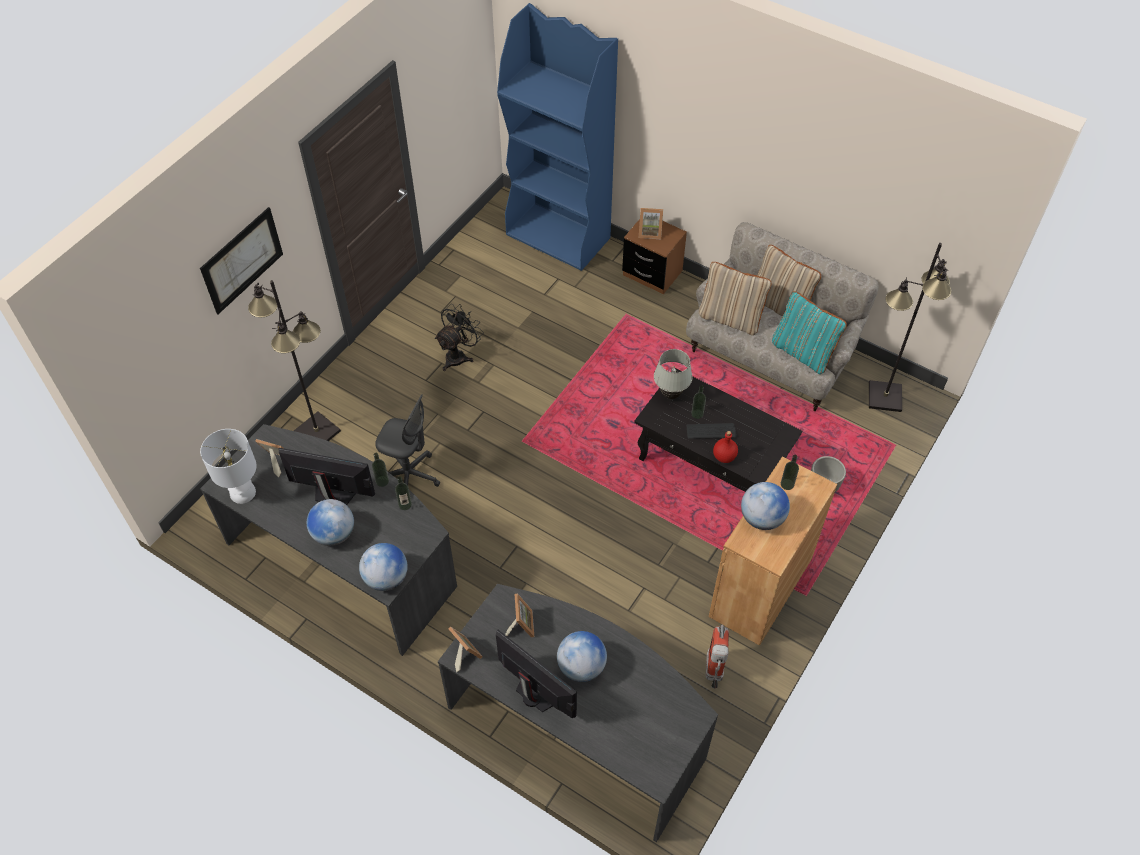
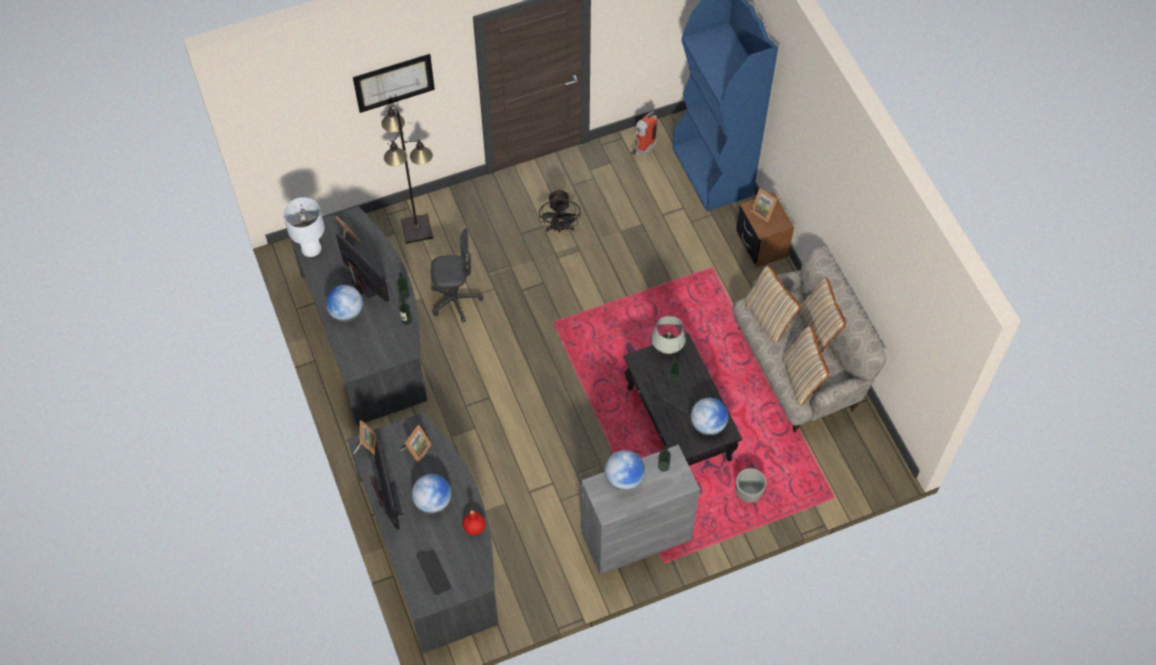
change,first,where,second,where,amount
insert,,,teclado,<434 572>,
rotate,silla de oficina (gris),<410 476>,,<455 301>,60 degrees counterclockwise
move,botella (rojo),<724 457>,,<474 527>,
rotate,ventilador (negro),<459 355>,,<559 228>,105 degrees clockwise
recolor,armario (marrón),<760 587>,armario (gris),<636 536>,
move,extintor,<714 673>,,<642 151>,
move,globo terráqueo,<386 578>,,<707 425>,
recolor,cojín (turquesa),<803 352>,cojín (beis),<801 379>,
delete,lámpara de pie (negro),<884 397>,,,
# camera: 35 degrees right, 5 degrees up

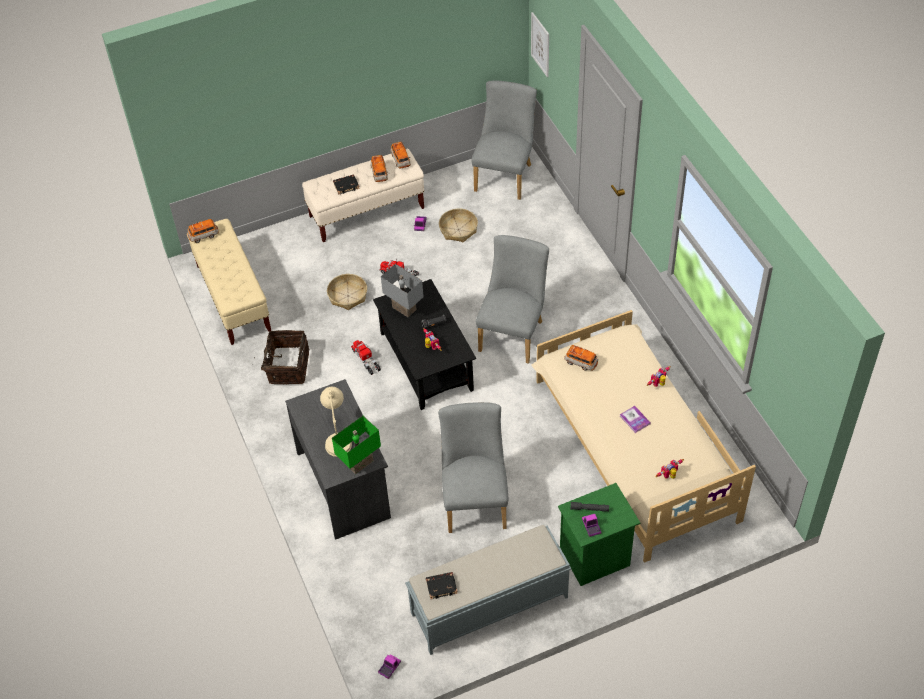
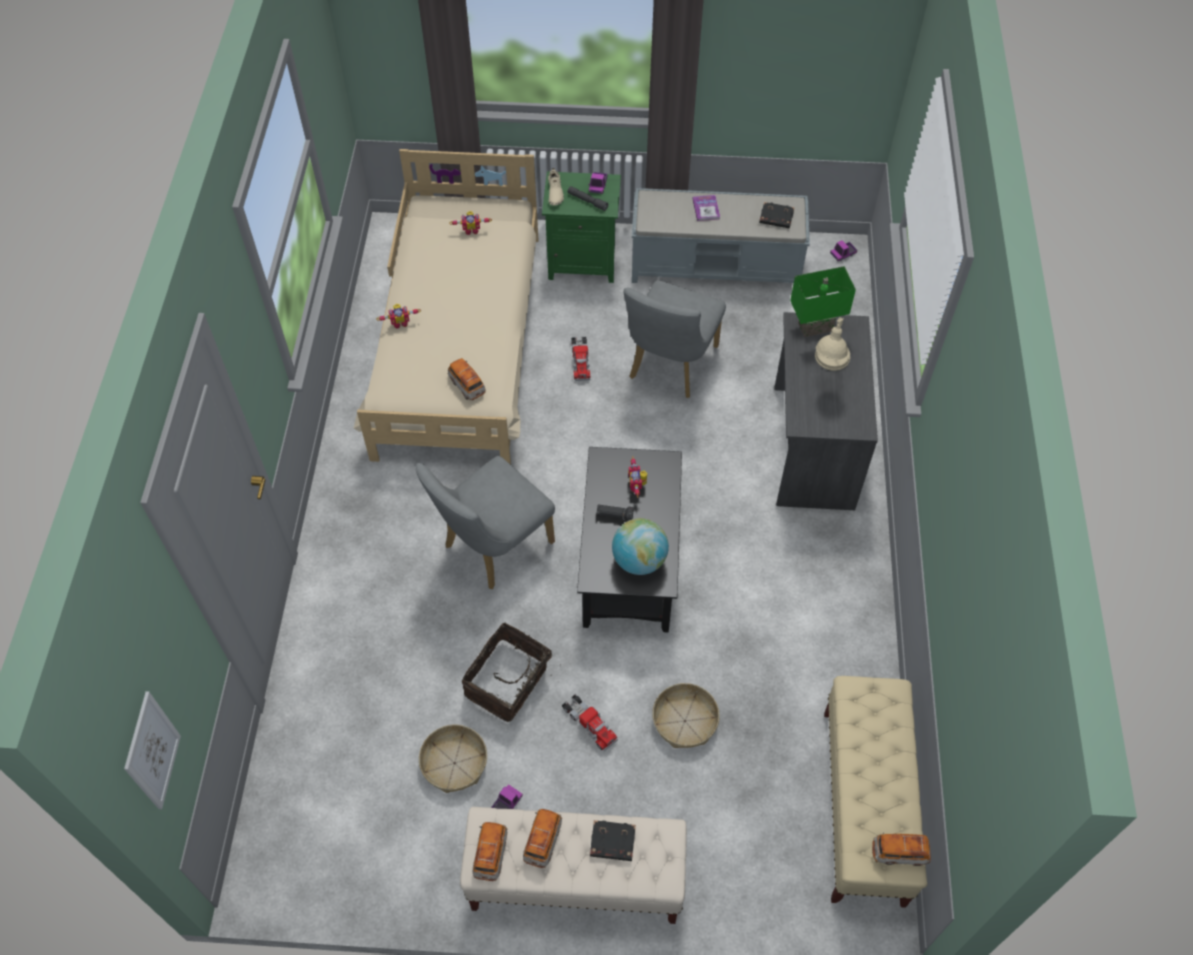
change,first,where,second,where,amount
move,cesta,<287 366>,,<508 683>,
insert,,,zapato (beis),<554 193>,
move,camión de juguete,<366 359>,,<580 361>,
replace,lámpara de mesa (gris),<405 308>,globo terráqueo,<639 560>,
move,libro,<634 420>,,<706 209>,
delete,silla (gris),<505 175>,,,
# camera: 155 degrees left, 5 degrees up

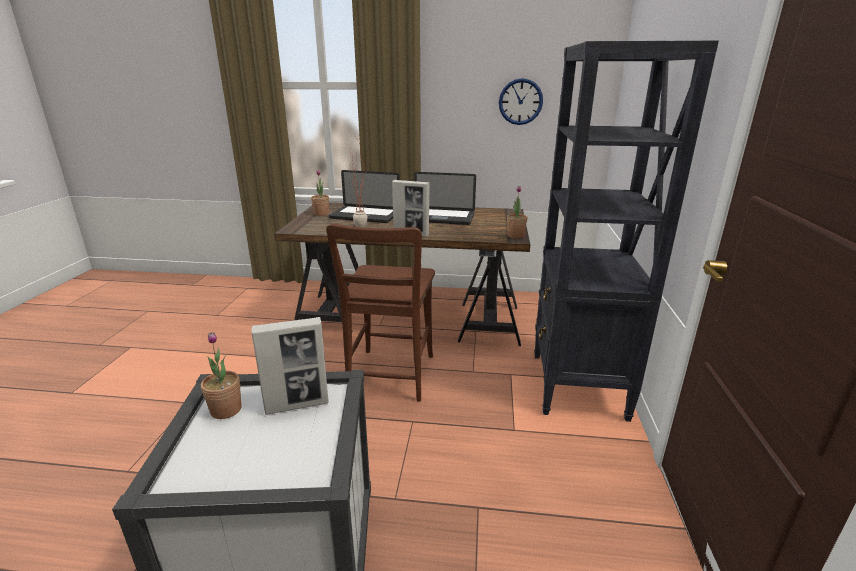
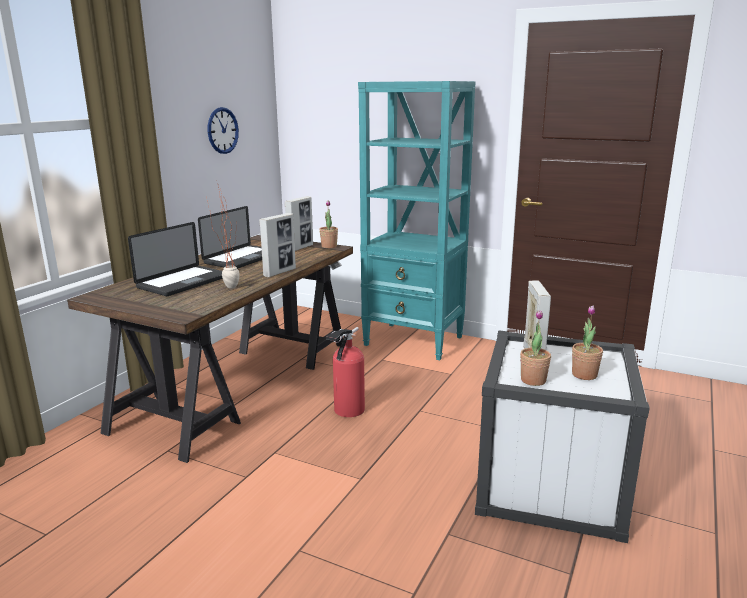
change,first,where,second,where,amount
insert,,,portarretratos,<300 248>,
replace,silla (marrón),<390 378>,extintor,<347 411>,
recolor,estantería (negro),<577 386>,estantería (turquesa),<414 341>,
move,planta en maceta,<321 214>,,<584 375>,
# camera: 70 degrees left, 5 degrees down

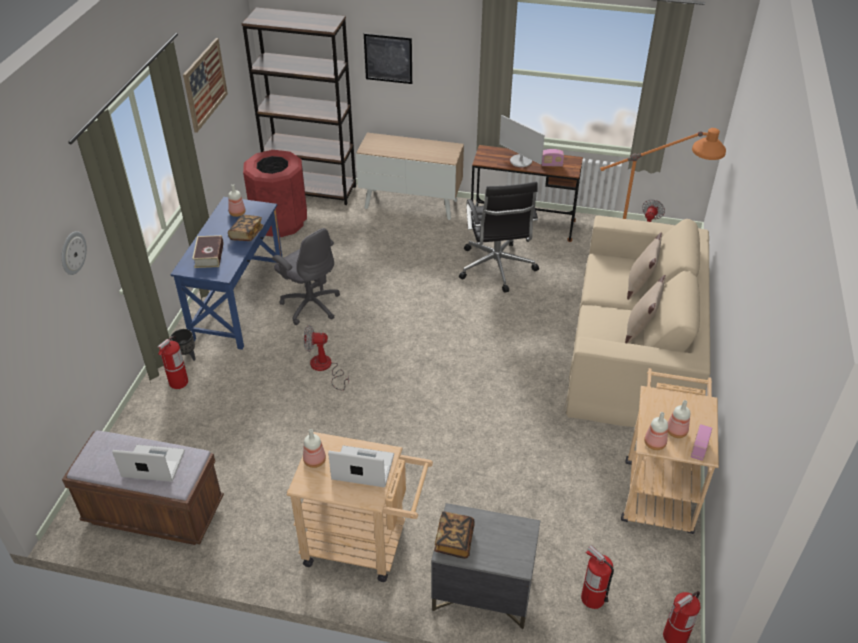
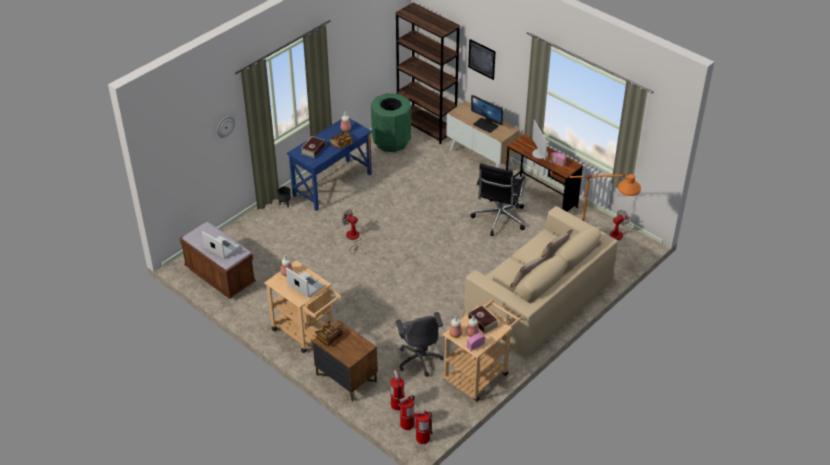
change,first,where,second,where,amount
recolor,mesita de noche (gris),<482 592>,mesita de noche (marrón),<346 378>,
recolor,papelera (rojo),<280 222>,papelera (verde),<391 142>,
move,silla de oficina (gris),<310 305>,,<419 359>,
move,extintor,<178 382>,,<407 424>,
insert,,,libro,<483 322>,
insert,,,monitor,<486 125>,
delete,cuadro,<205 84>,,,
# camera: 30 degrees right, 0 degrees up

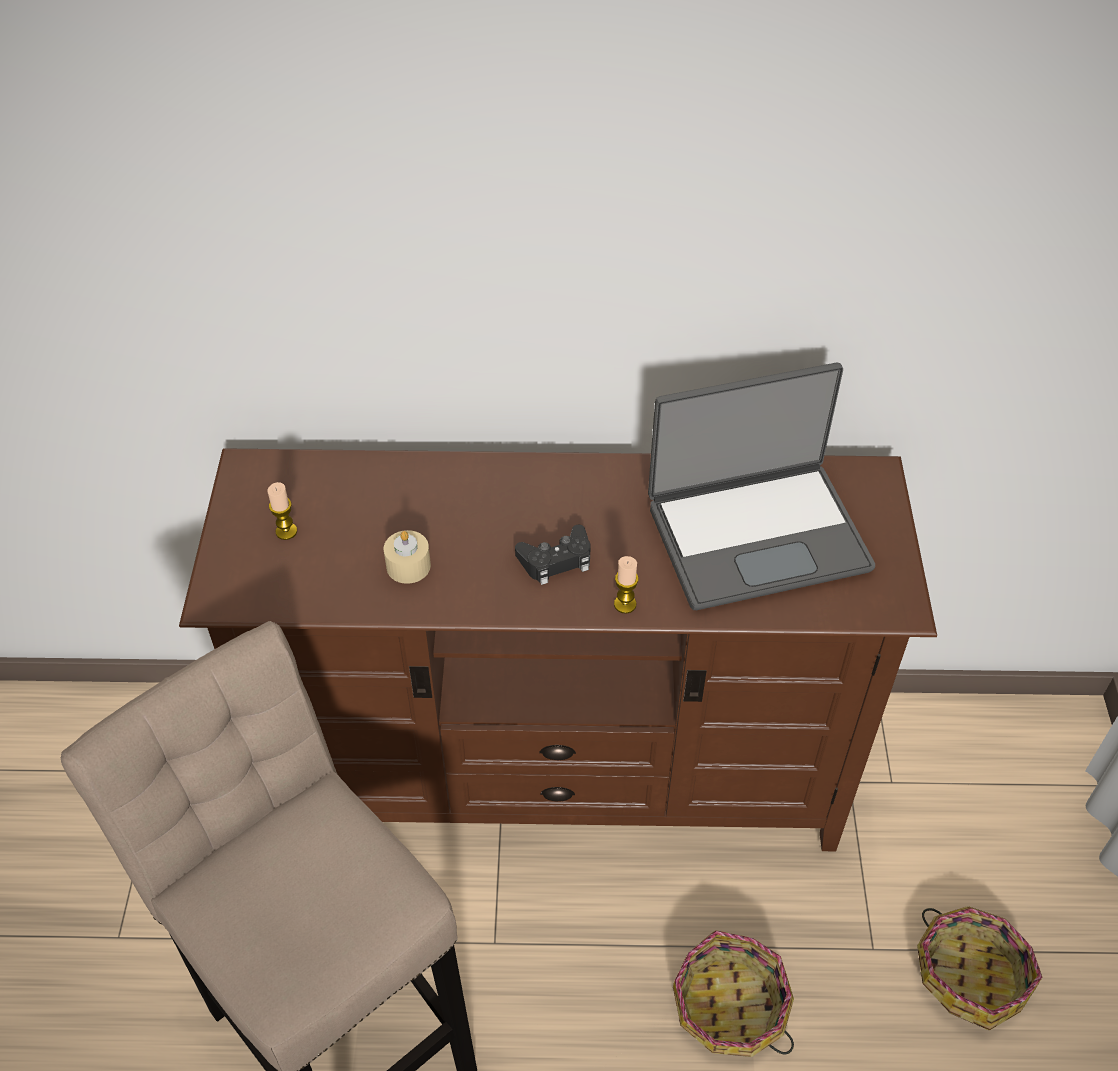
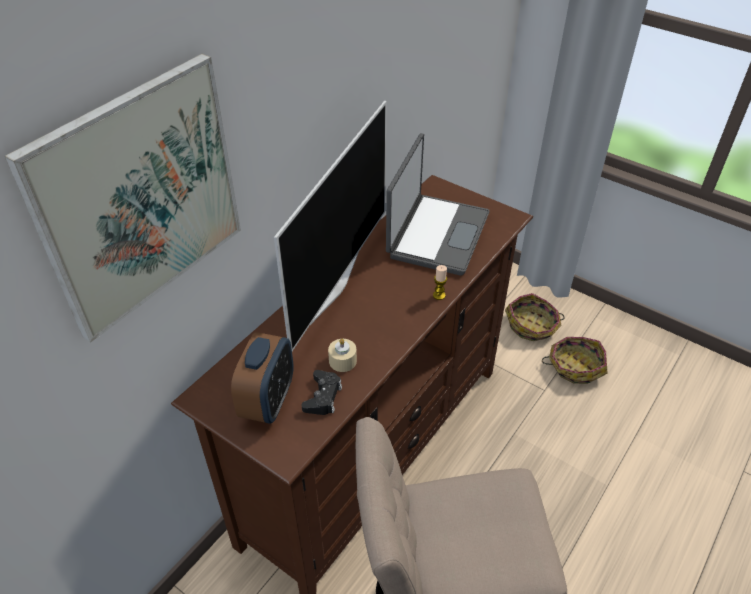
change,first,where,second,where,amount
insert,,,cuadro,<141 198>,
replace,vela,<286 531>,despertador,<268 401>,
insert,,,televisor,<333 286>,
move,mando de consola (negro),<556 560>,,<323 397>,
move,cesta,<730 1006>,,<532 325>,
# camera: 55 degrees left, 5 degrees down

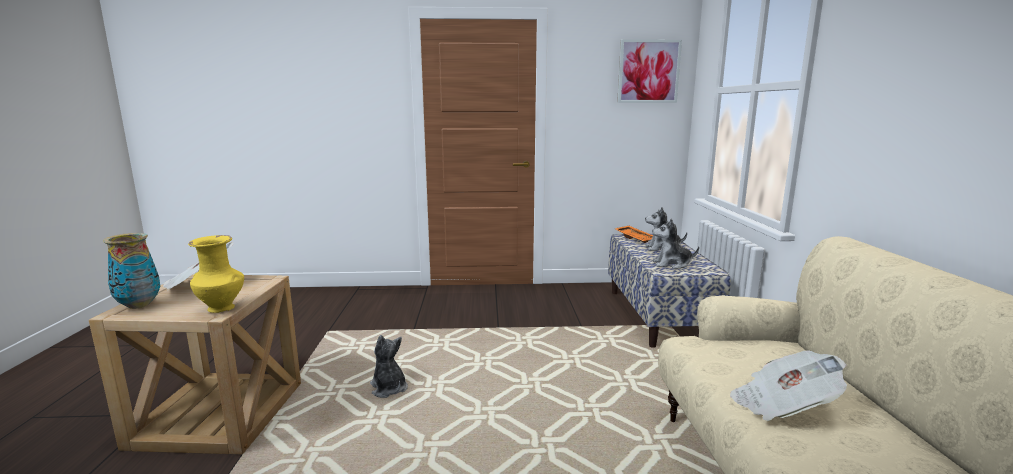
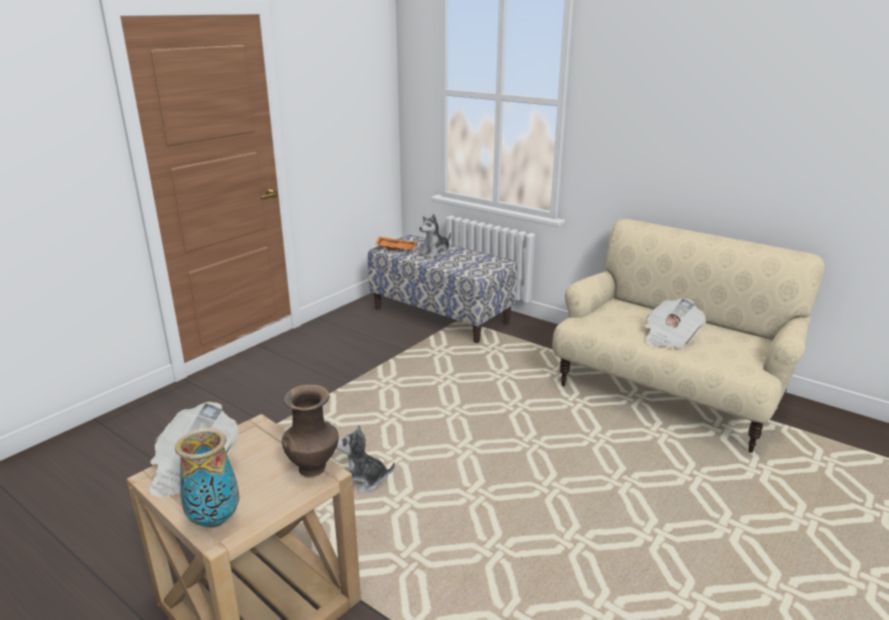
change,first,where,second,where,amount
recolor,florero (amarillo),<222 308>,florero (marrón),<313 467>,
delete,cuadro,<648 71>,,,
delete,peluche,<671 264>,,,
# camera: 50 degrees left, 10 degrees up

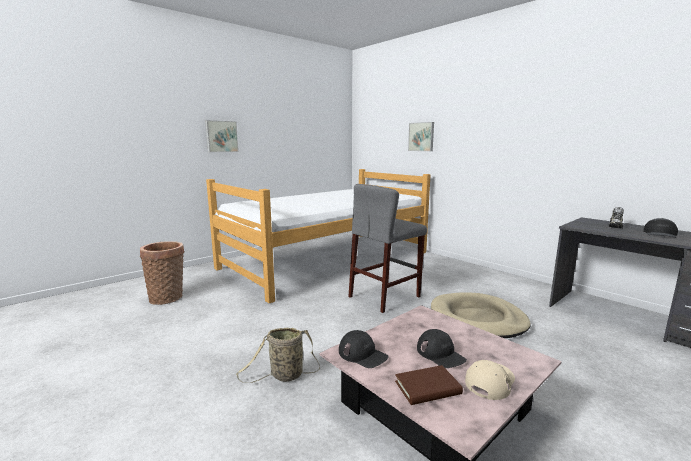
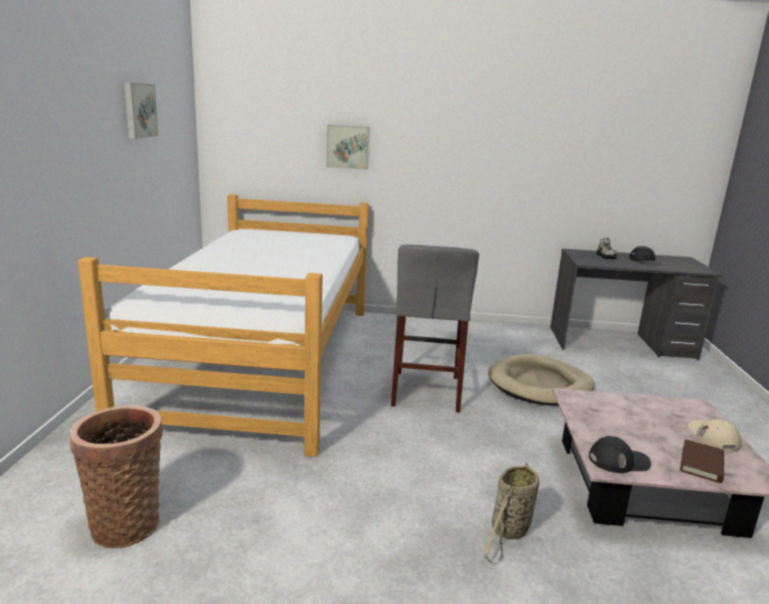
change,first,where,second,where,amount
move,cuadro,<221 136>,,<139 110>,
delete,gorra (negro),<440 354>,,,
# camera: 45 degrees left, 5 degrees up

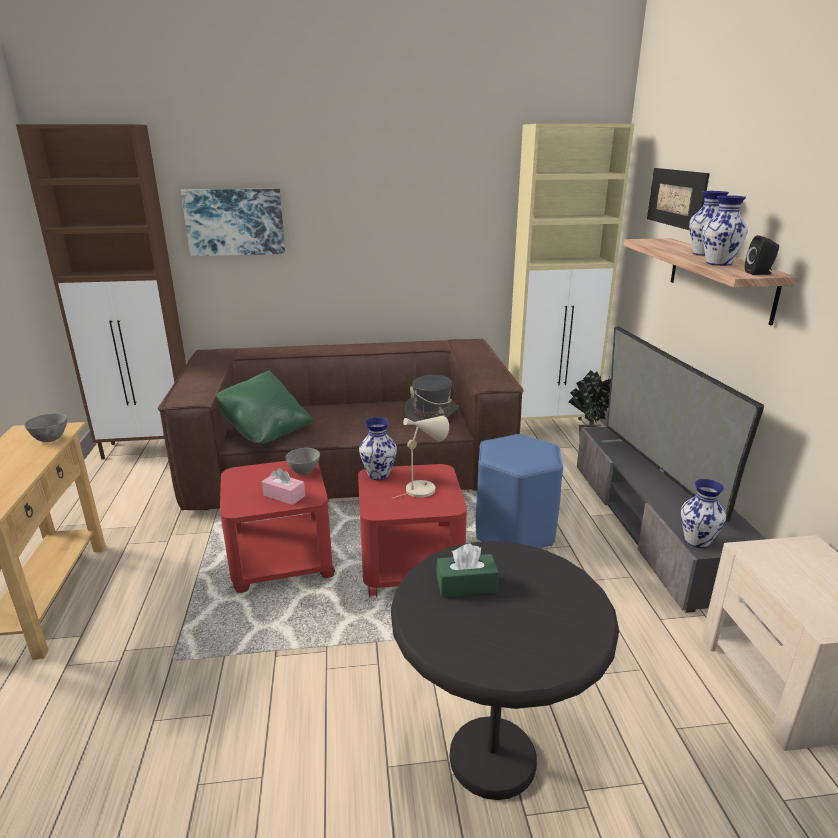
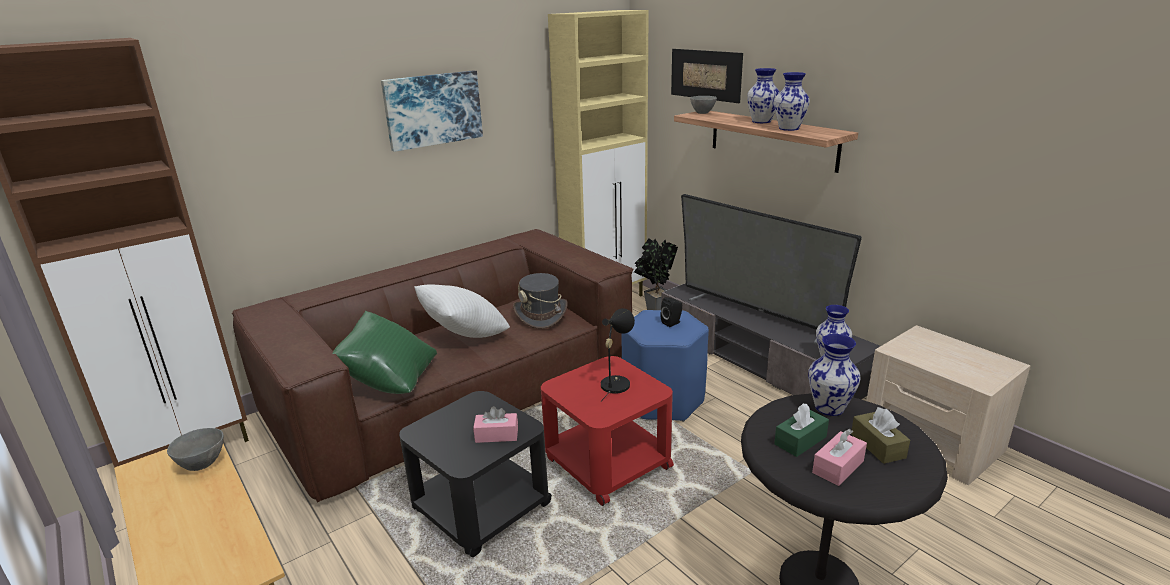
change,first,where,second,where,amount
move,cuadro,<235 222>,,<433 109>,
recolor,mesa auxiliar (rojo),<280 559>,mesa auxiliar (negro),<480 508>,
insert,,,cojín (blanco),<464 335>,
recolor,lámpara de mesa (beis),<424 488>,lámpara de mesa (negro),<616 383>,
move,altavoz (negro),<759 273>,,<672 323>,
move,cuenco (gris),<304 472>,,<703 113>,
move,florero,<379 475>,,<830 407>,
insert,,,caja de pañuelos (rosa),<838 467>,
insert,,,caja de pañuelos (marrón),<877 446>,
# camera: 30 degrees left, 0 degrees up

